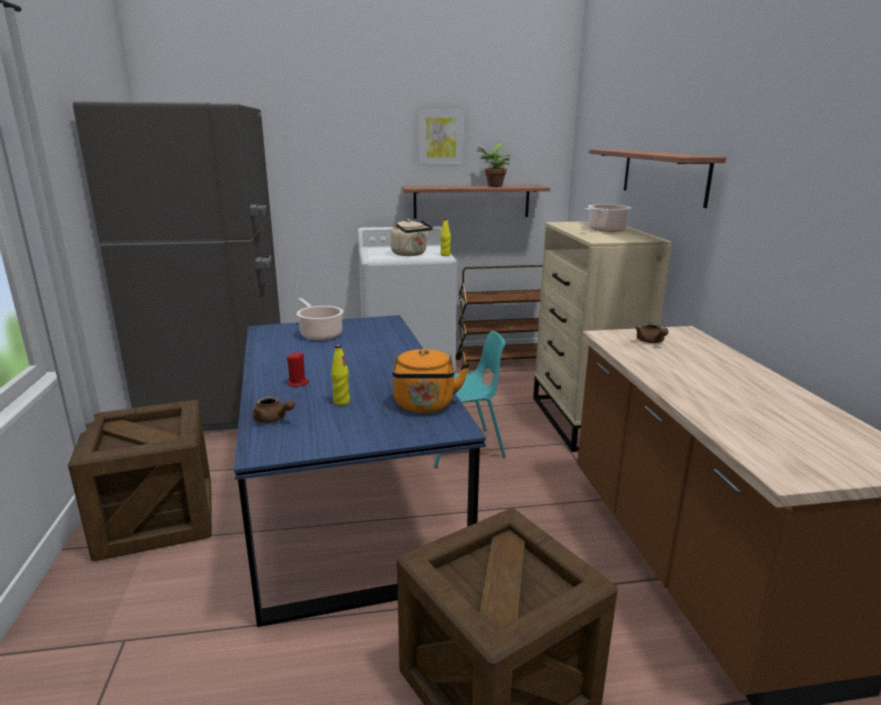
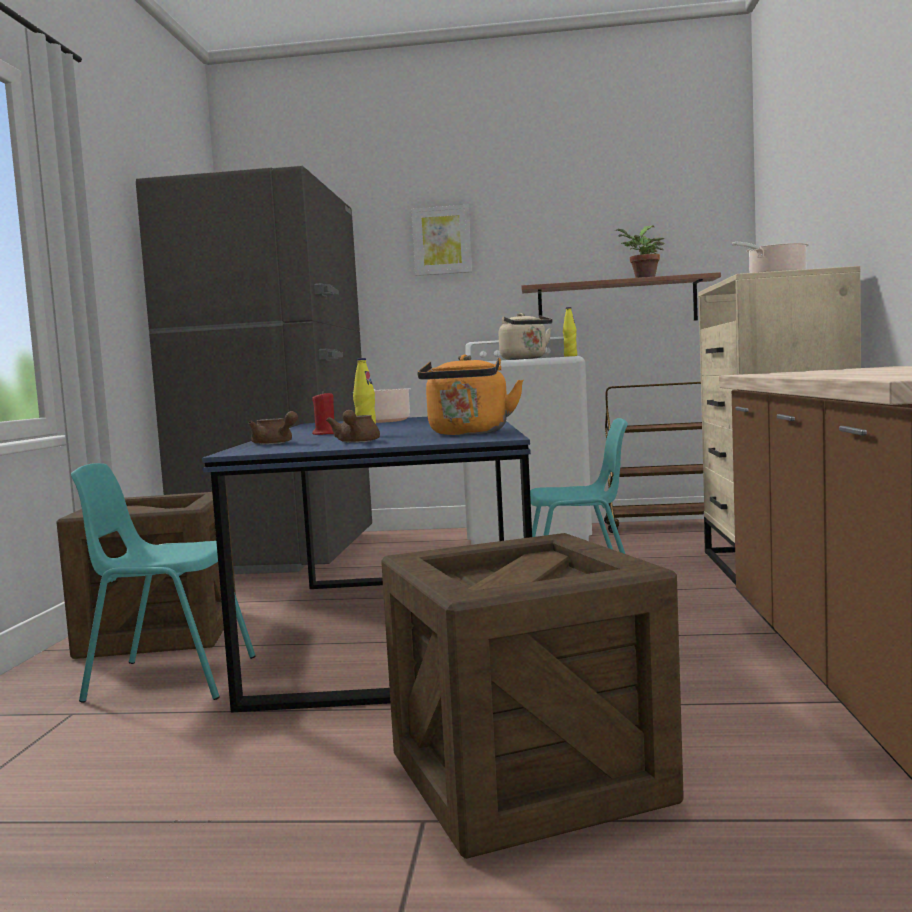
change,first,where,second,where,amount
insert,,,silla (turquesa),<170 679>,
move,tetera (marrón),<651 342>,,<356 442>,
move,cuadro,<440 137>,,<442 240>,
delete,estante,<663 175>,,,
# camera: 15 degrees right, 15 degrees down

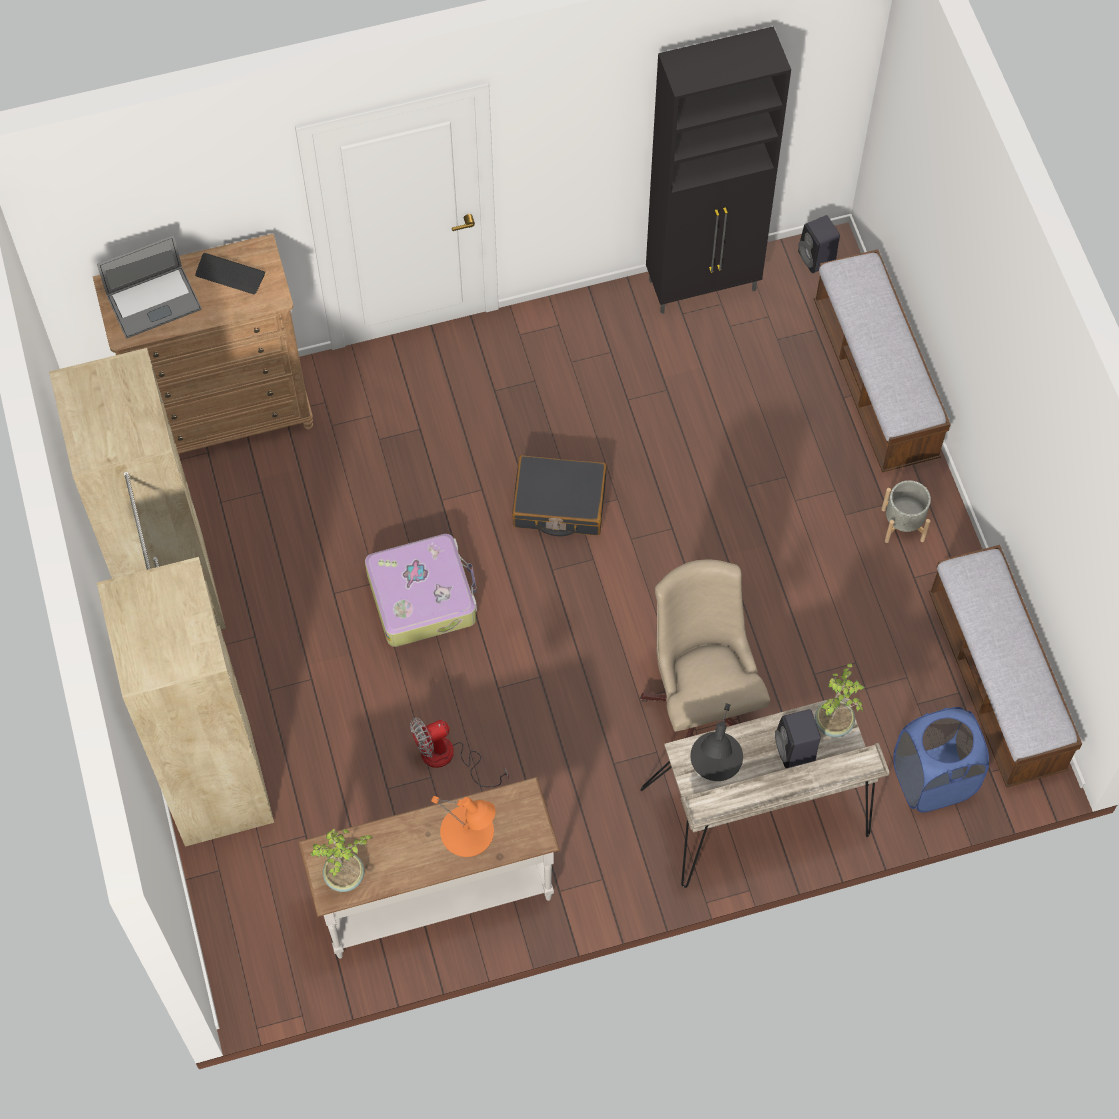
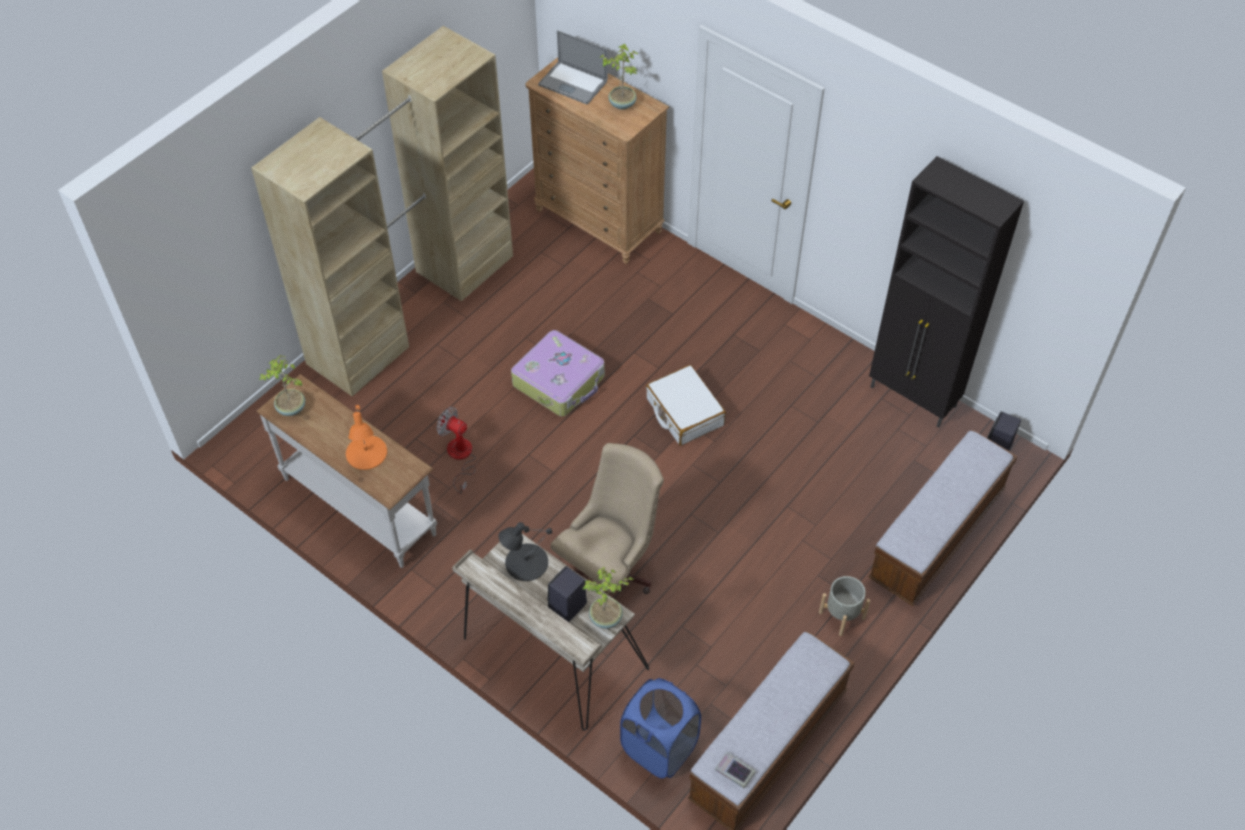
change,first,where,second,where,amount
replace,teclado,<230 274>,planta en maceta,<622 103>,
recolor,maleta (negro),<559 503>,maleta (blanco),<684 412>,
insert,,,libro,<735 771>,
# camera: 55 degrees right, 10 degrees down

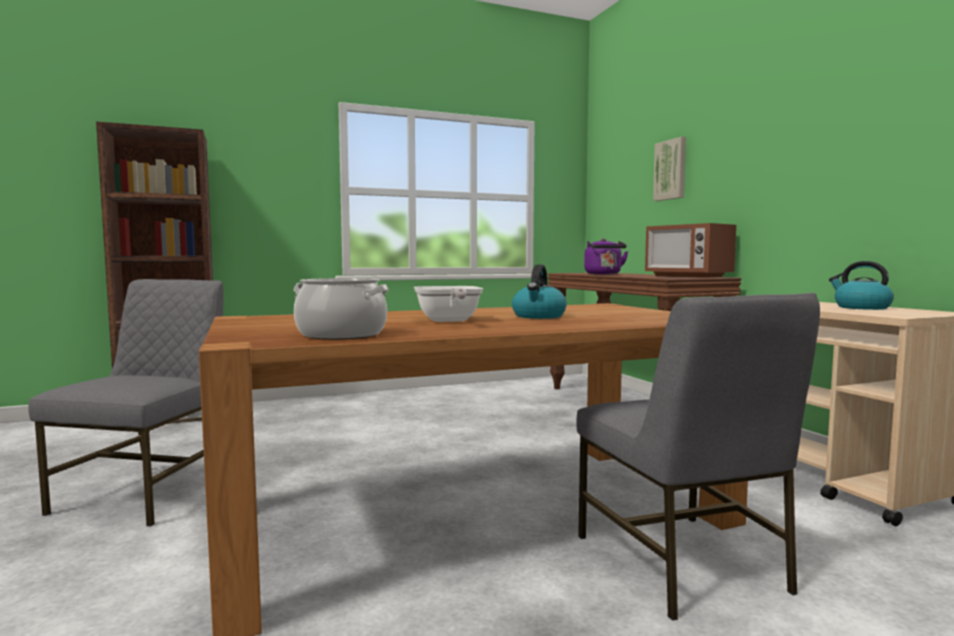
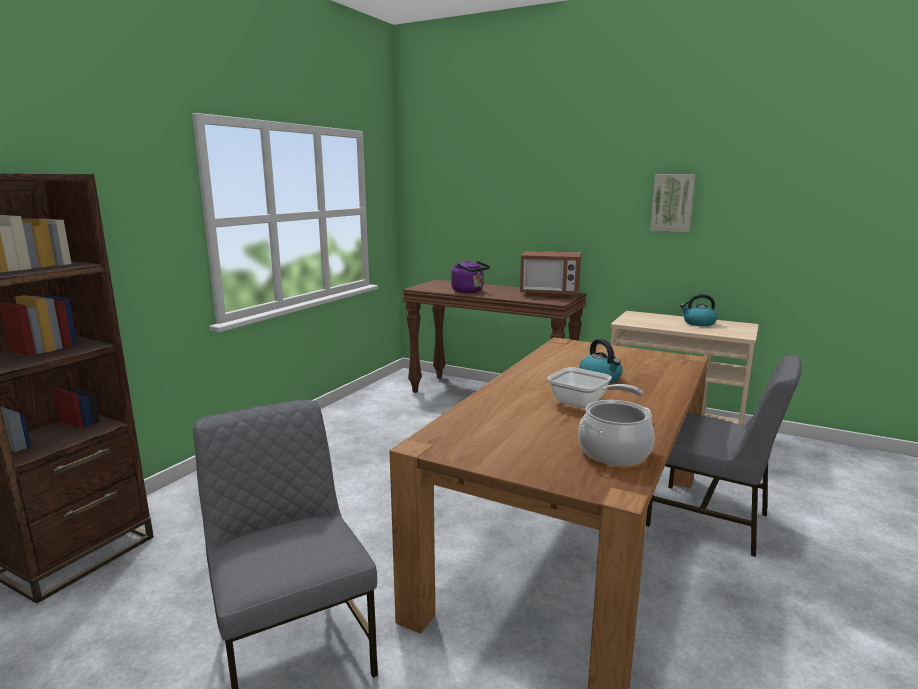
change,first,where,second,where,amount
move,cuadro,<671 170>,,<672 202>,
# camera: 40 degrees left, 10 degrees up

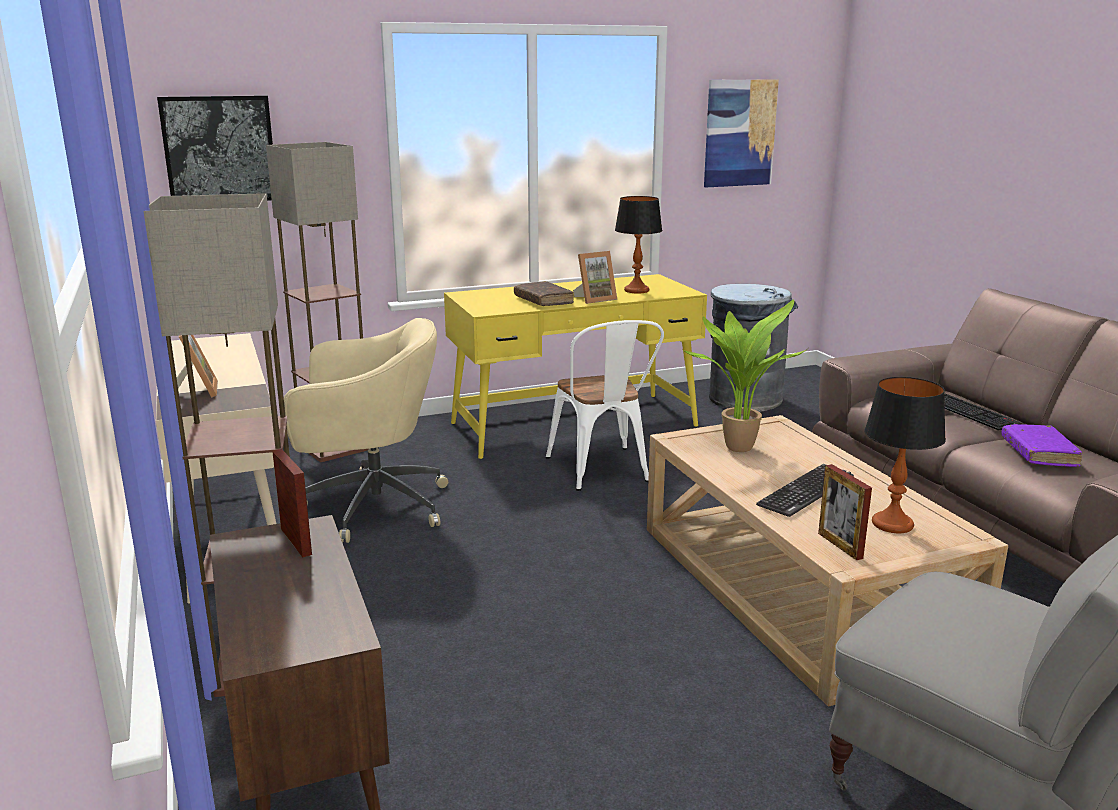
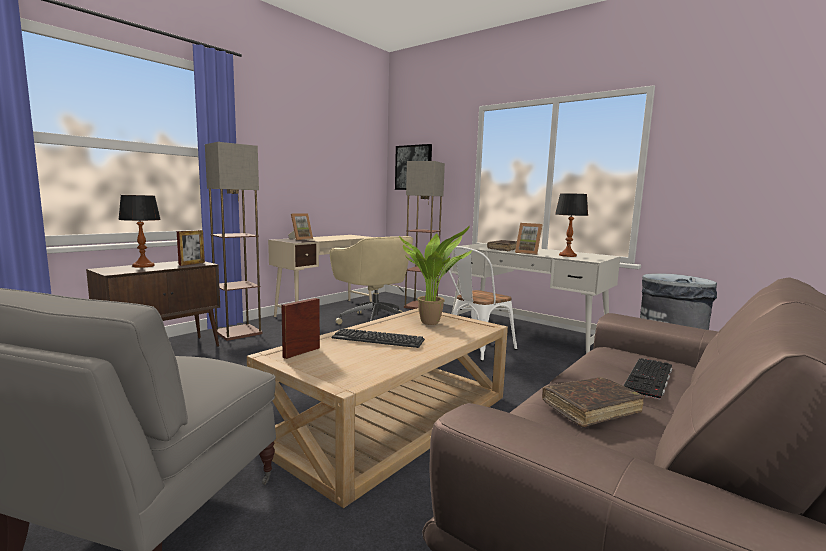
change,first,where,second,where,amount
move,lámpara de mesa,<892 524>,,<143 266>,
recolor,escritorio (amarillo),<574 424>,escritorio (blanco),<525 335>,
recolor,libro (morado),<1038 453>,libro (marrón),<591 408>,
delete,cuadro,<739 133>,,,
# camera: 60 degrees right, 10 degrees down

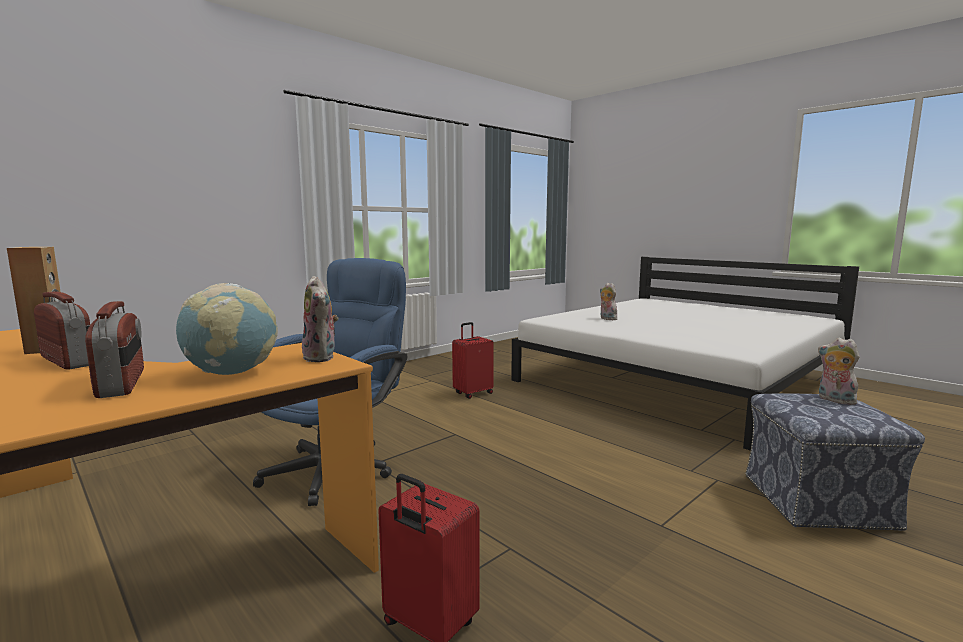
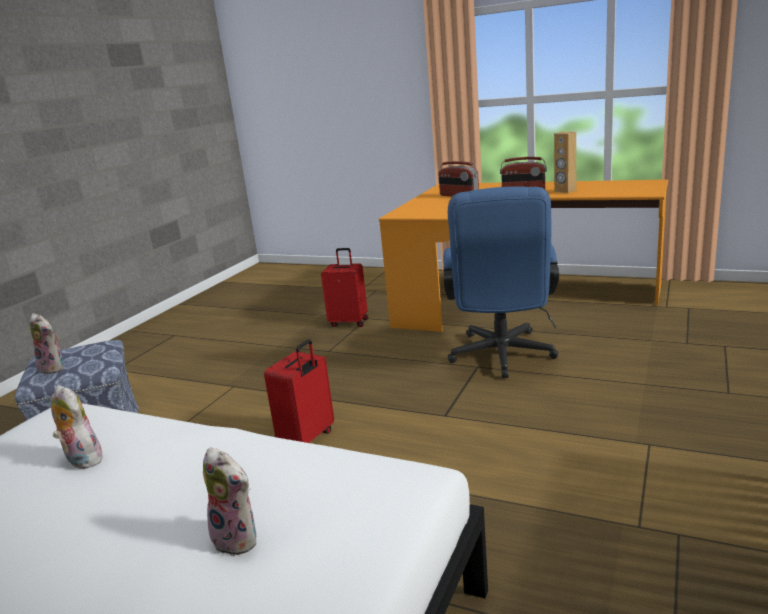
change,first,where,second,where,amount
move,peluche,<322 357>,,<81 460>,
move,maleta (rojo),<472 393>,,<307 438>,
delete,globo terráqueo,<231 373>,,,
# camera: 160 degrees right, 10 degrees up

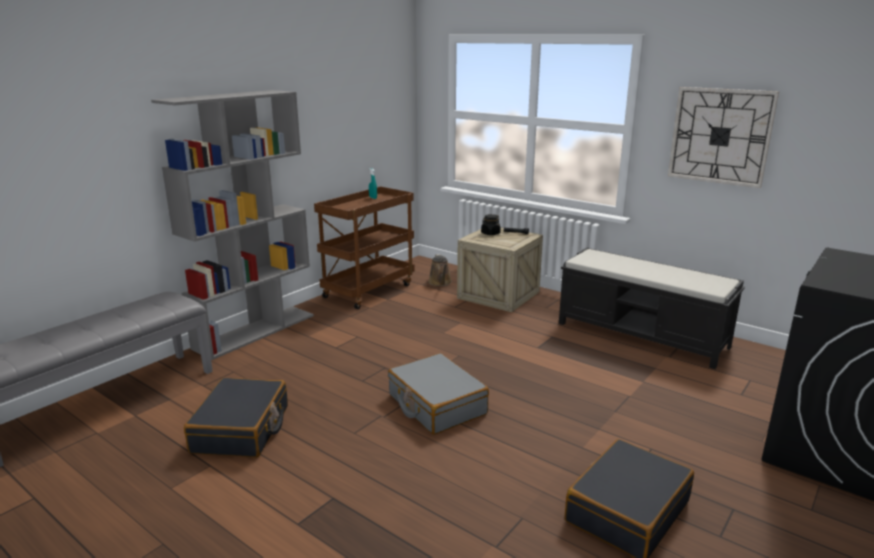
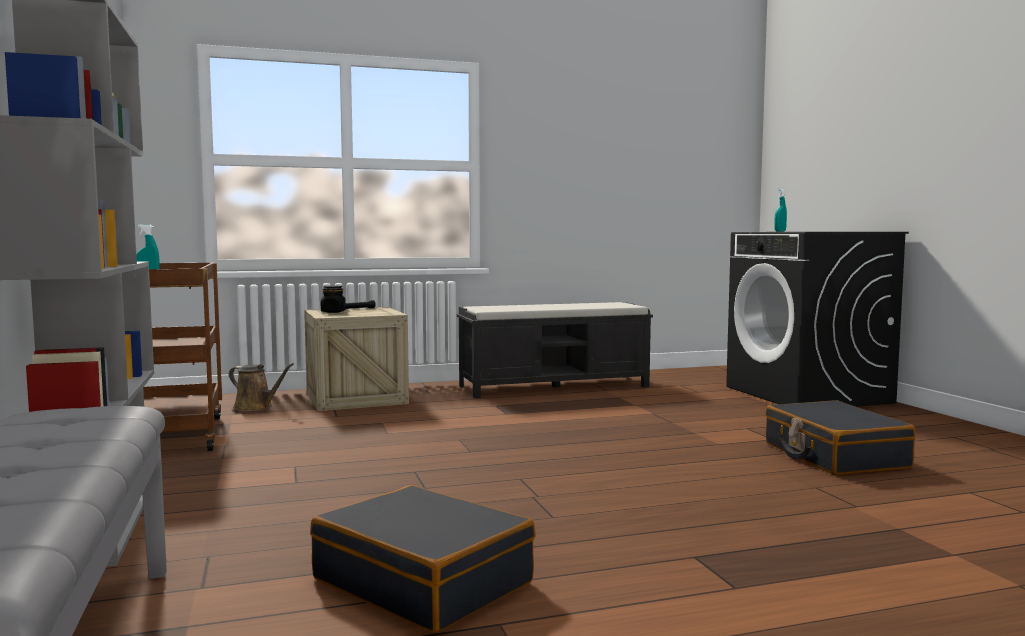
change,first,where,second,where,amount
insert,,,pulverizador (turquesa),<780 231>,
delete,maleta (gris),<436 405>,,,
delete,reloj de pared,<720 136>,,,
# camera: 55 degrees left, 15 degrees down

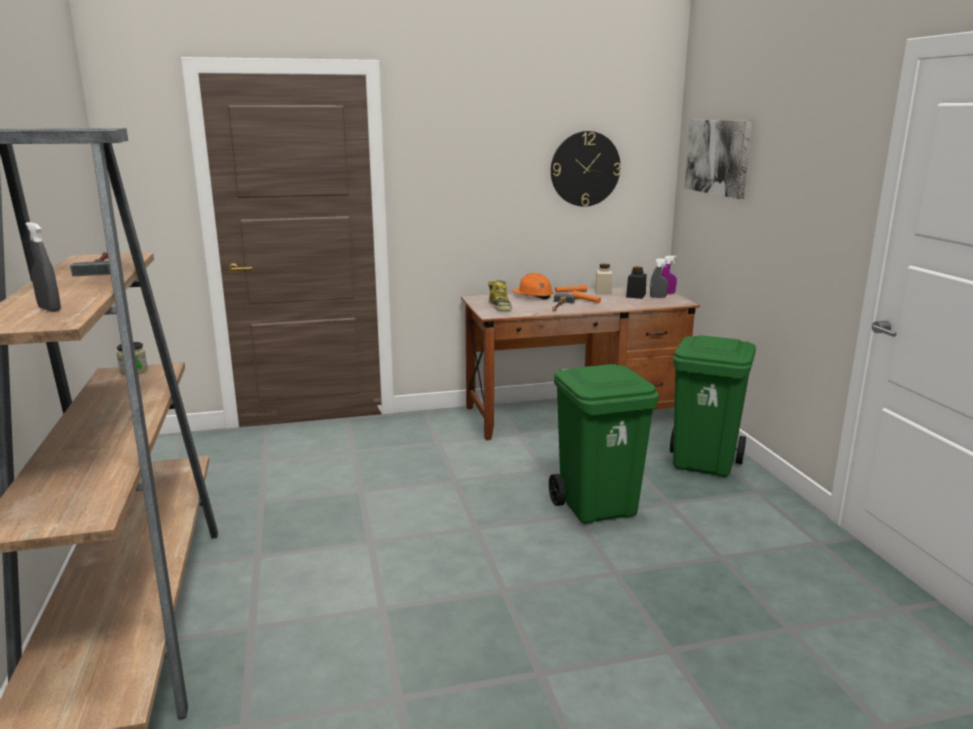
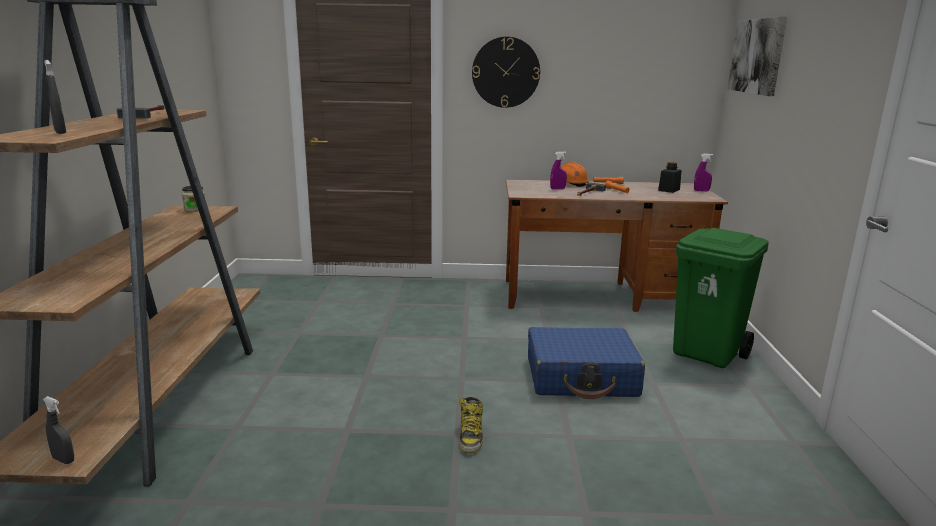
change,first,where,second,where,amount
move,pulverizador (gris),<658 297>,,<63 460>,
move,bota,<500 306>,,<470 436>,
move,reloj de pared,<585 169>,,<505 72>,
replace,papelera (verde),<598 507>,maleta (azul),<581 377>,
insert,,,pulverizador (morado),<557 189>,
delete,tarro (beis),<603 292>,,,
# camera: 15 degrees right, 0 degrees up

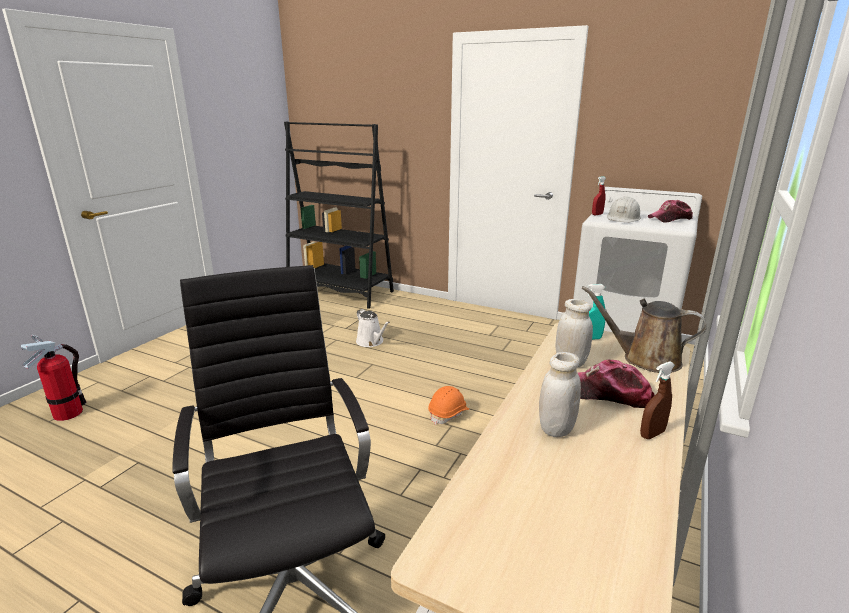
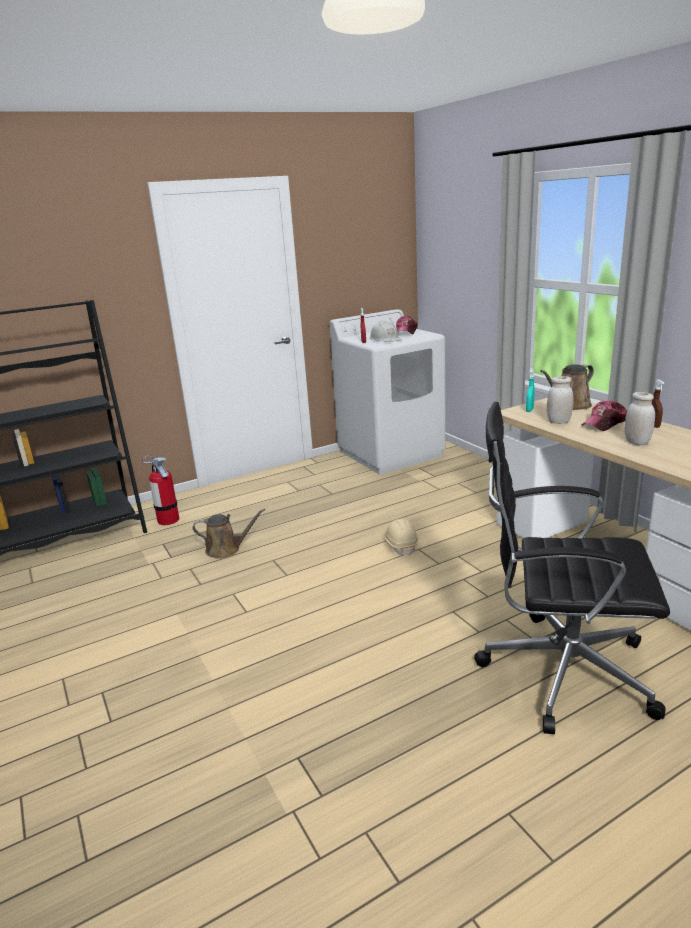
change,first,where,second,where,amount
move,extintor,<68 413>,,<168 520>,
recolor,regadera (blanco),<371 342>,regadera (marrón),<226 549>,
recolor,casco (naranja),<448 414>,casco (beis),<401 545>,
# camera: 55 degrees left, 0 degrees up

